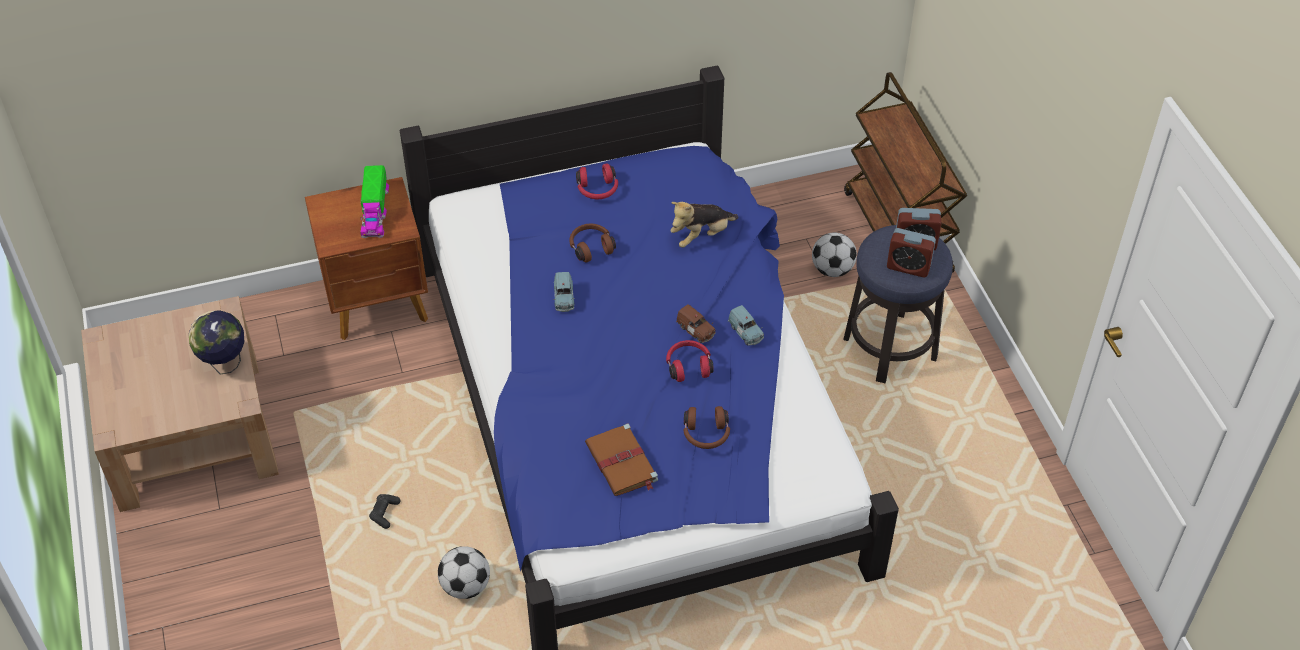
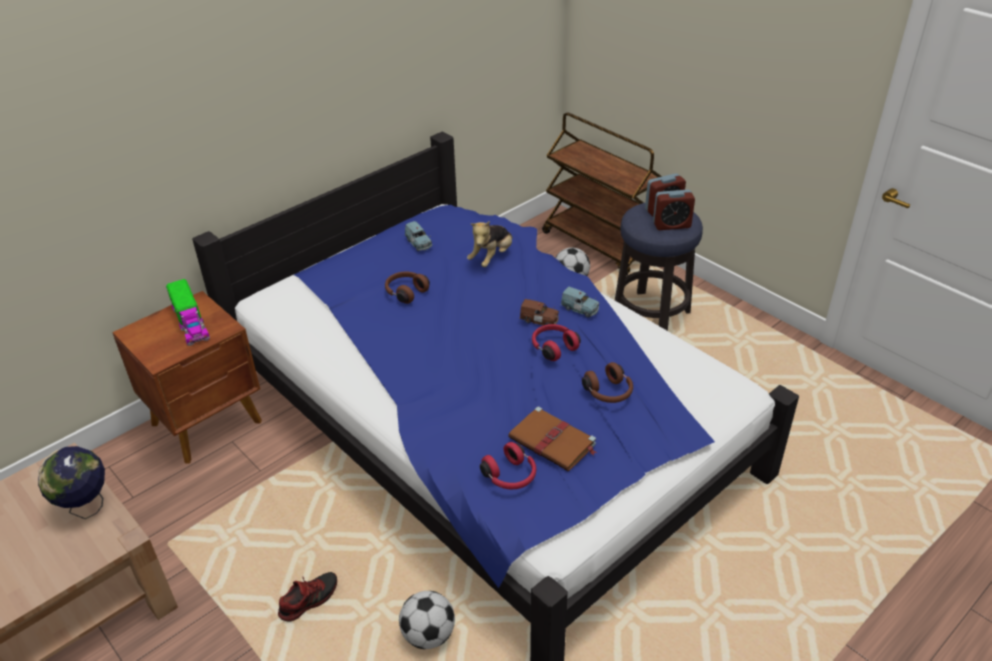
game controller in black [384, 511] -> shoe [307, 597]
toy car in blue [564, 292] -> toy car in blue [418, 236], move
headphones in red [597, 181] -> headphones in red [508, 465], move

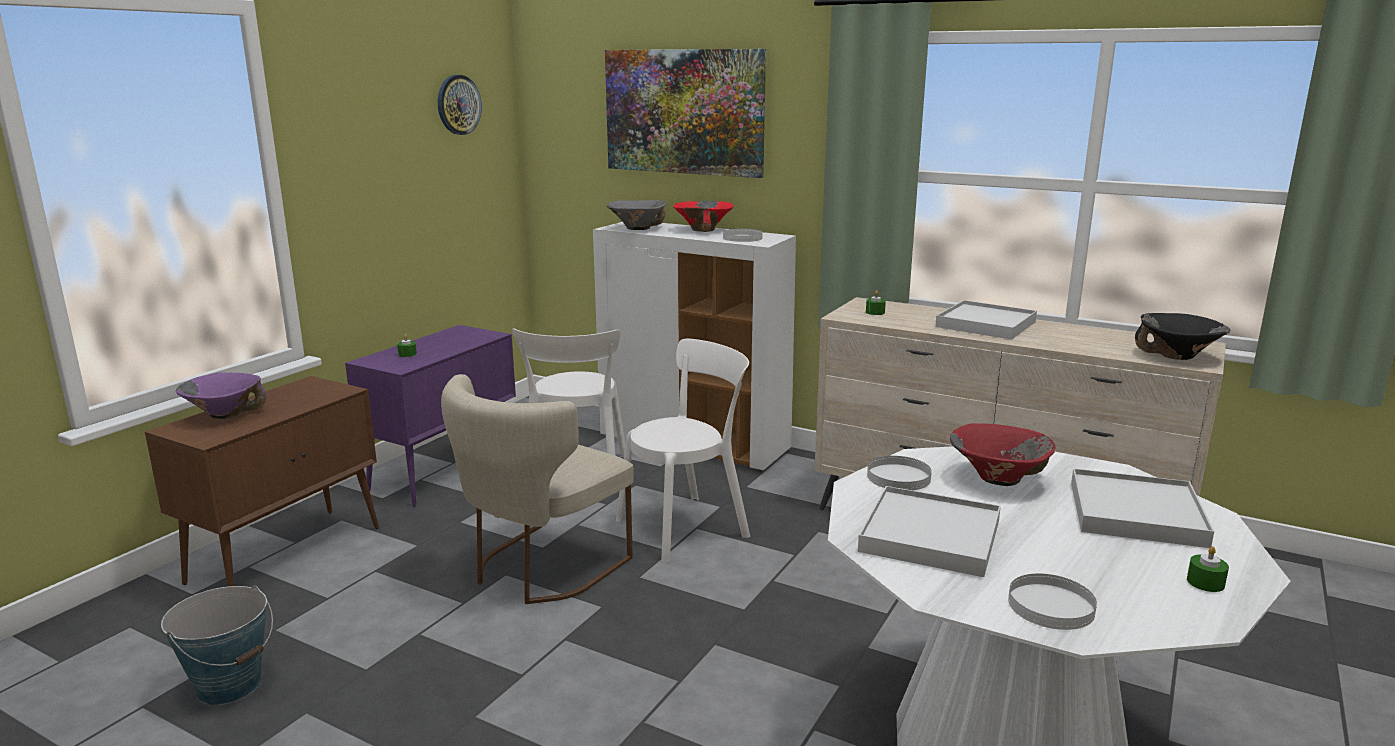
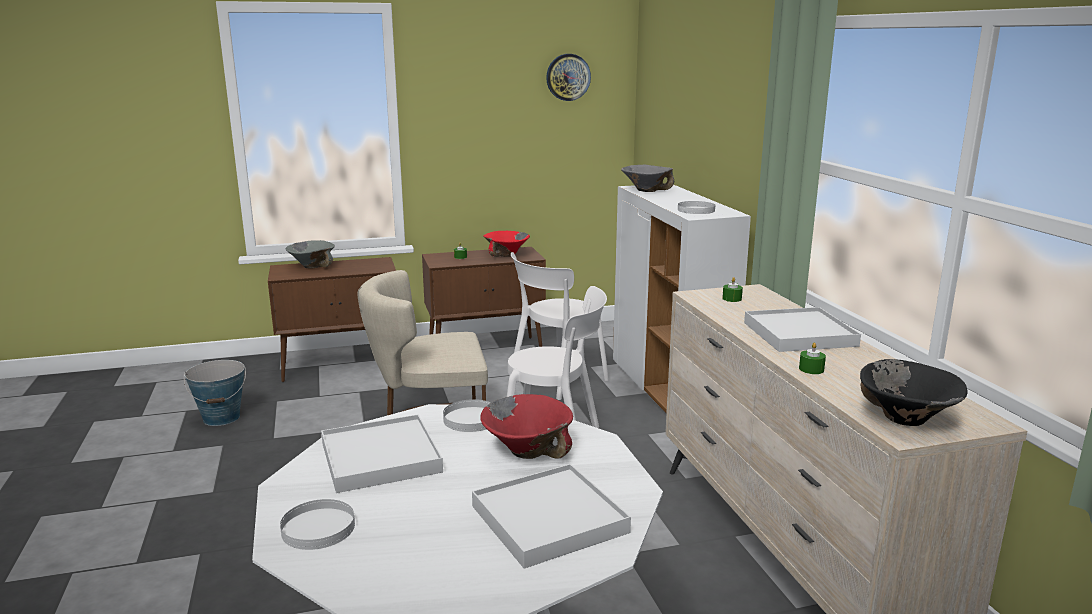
bowl in purple [221, 396] -> bowl in grey [310, 254]
cabinet in purple [430, 416] -> cabinet in brown [484, 297]
picture [685, 113] -> none
bowl in red [703, 216] -> bowl in red [506, 244], move
candle in green [1208, 569] -> candle in green [812, 358], move

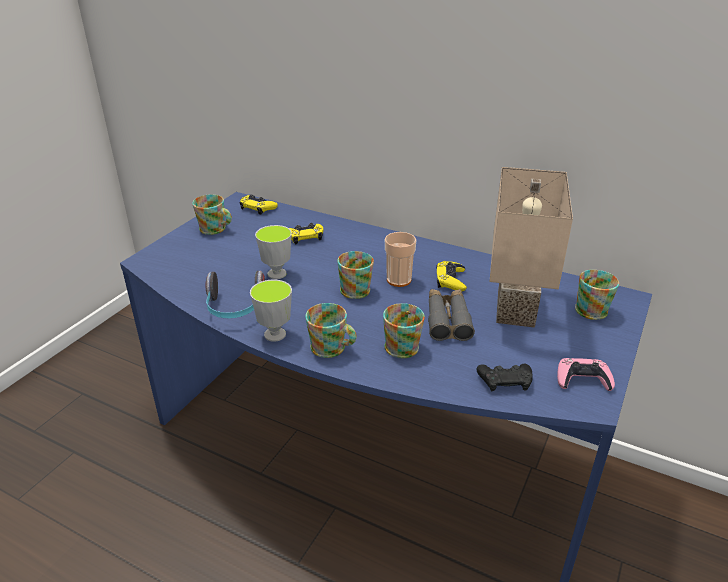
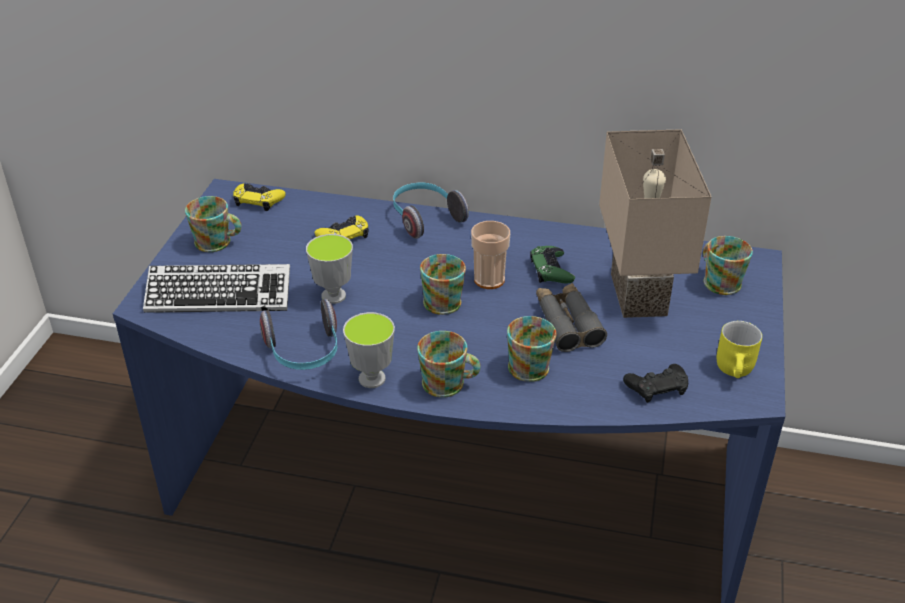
game controller in yellow [452, 276] -> game controller in green [552, 264]
game controller in pink [586, 374] -> mug in yellow [739, 349]
none -> keyboard [216, 288]
none -> headphones [431, 211]

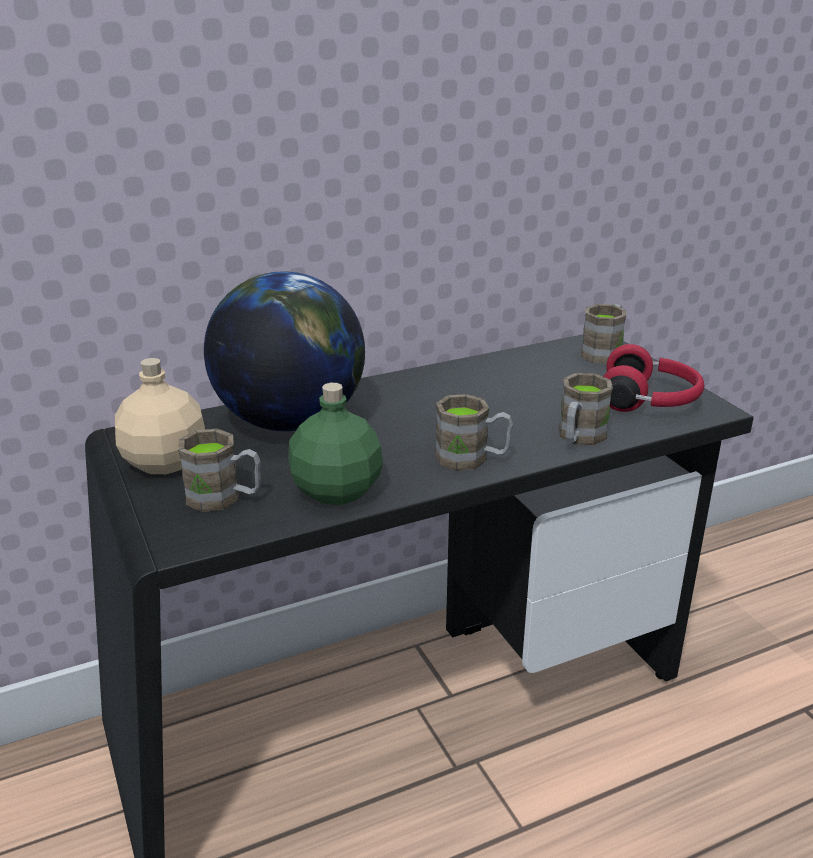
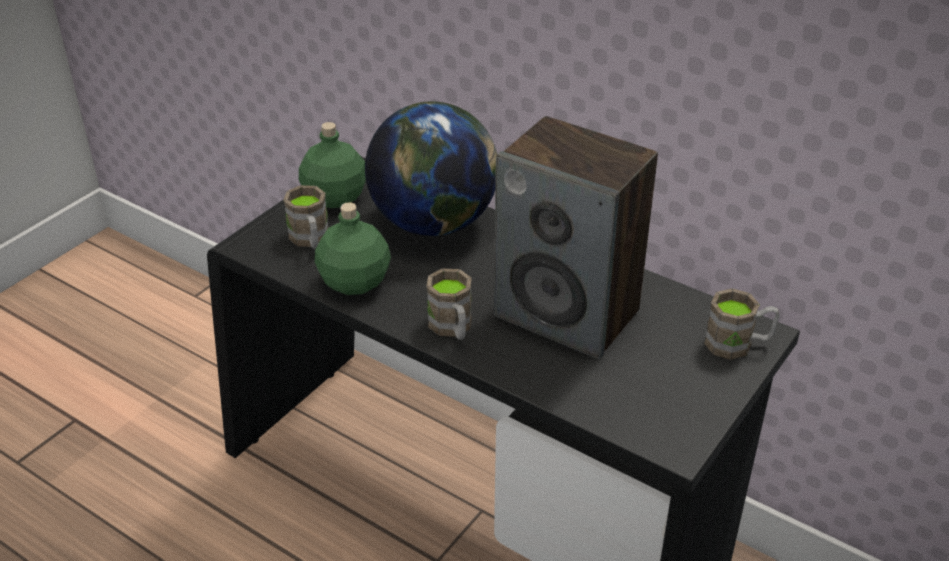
bottle in beige [160, 416] -> bottle in green [332, 165]
mug in brown [586, 409] -> none
headphones in red [653, 378] -> none
none -> speaker [576, 237]

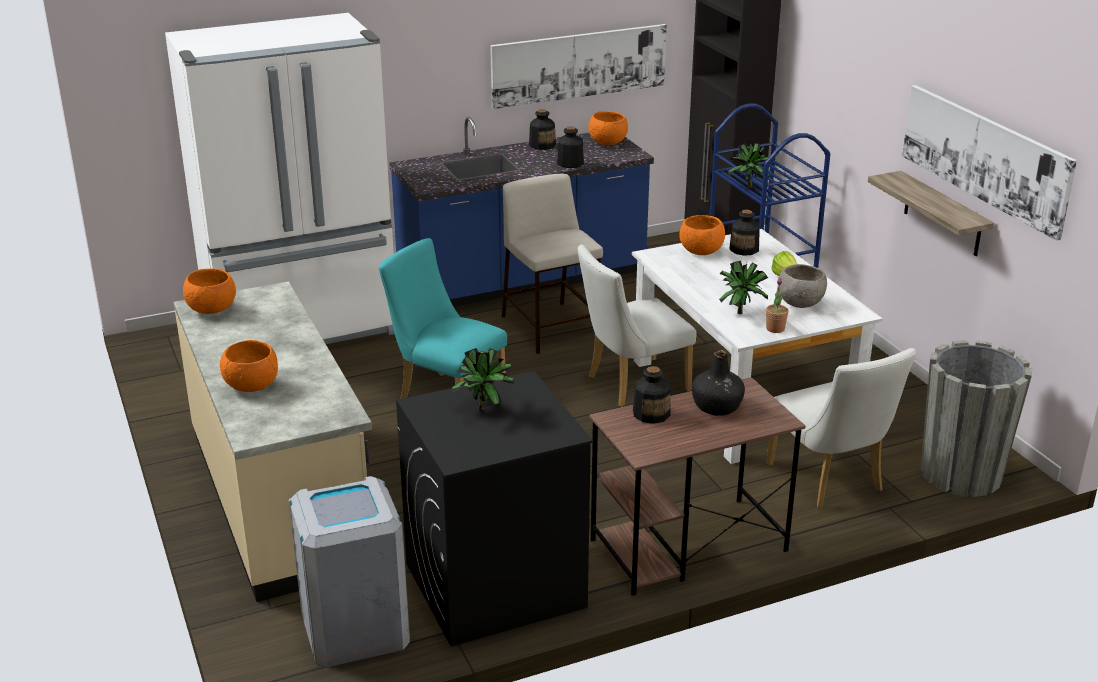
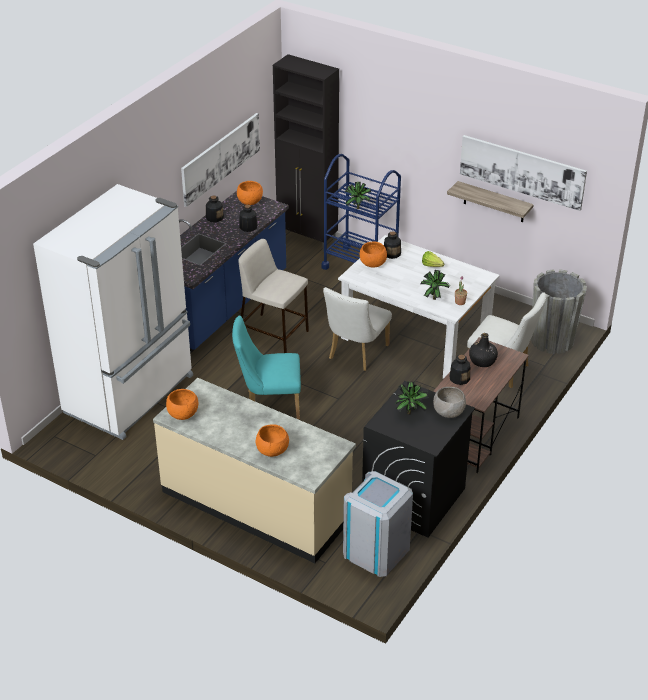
bowl in grey [802, 286] -> bowl in grey [449, 402], move

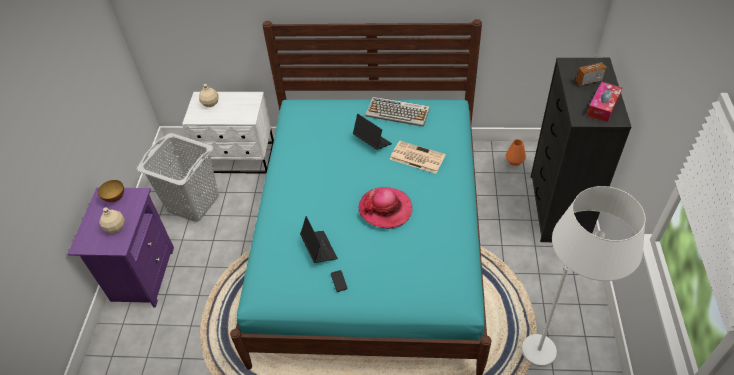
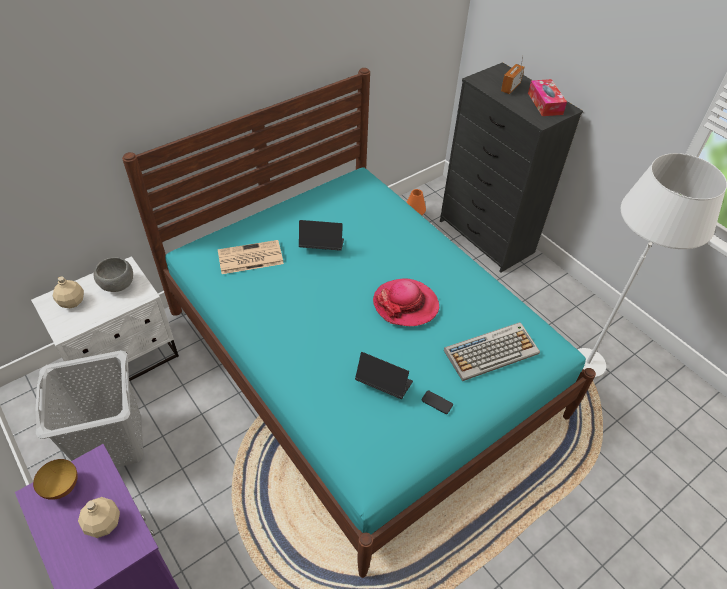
keyboard [397, 112] -> keyboard [492, 351], move
newspaper [418, 157] -> newspaper [251, 257], move
none -> bowl in grey [113, 274]

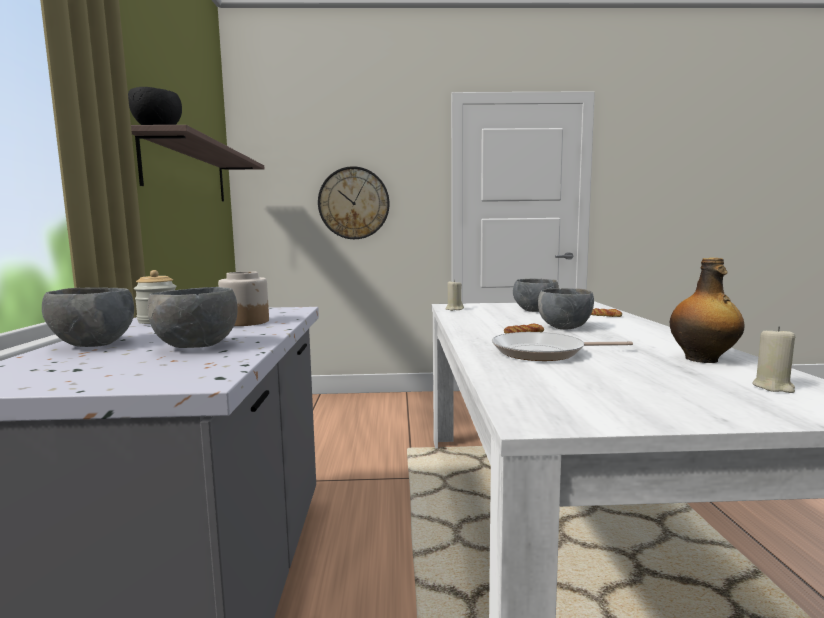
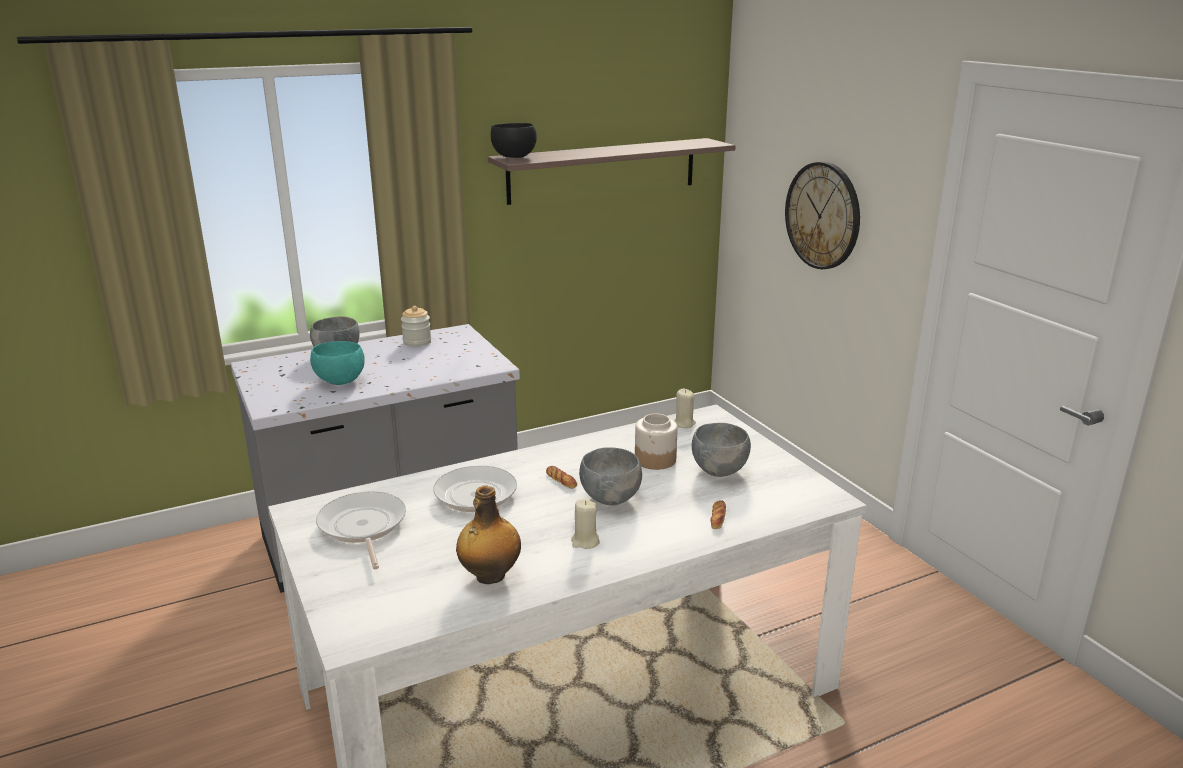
bowl in grey [192, 317] -> bowl in turquoise [337, 363]
jar [243, 298] -> jar [656, 442], move
candle in beige [773, 359] -> candle in beige [585, 524], move
none -> frying pan [361, 530]

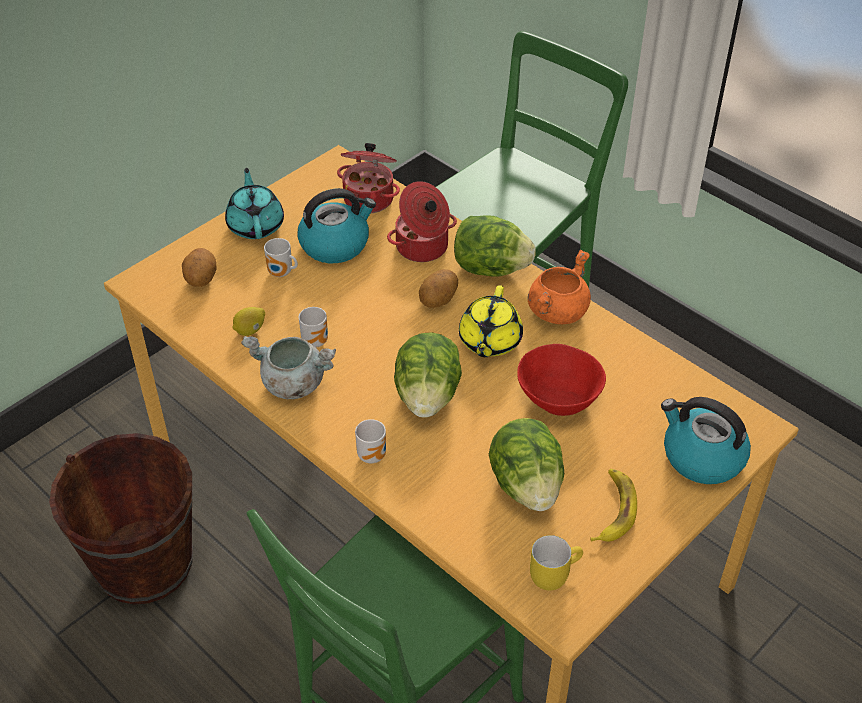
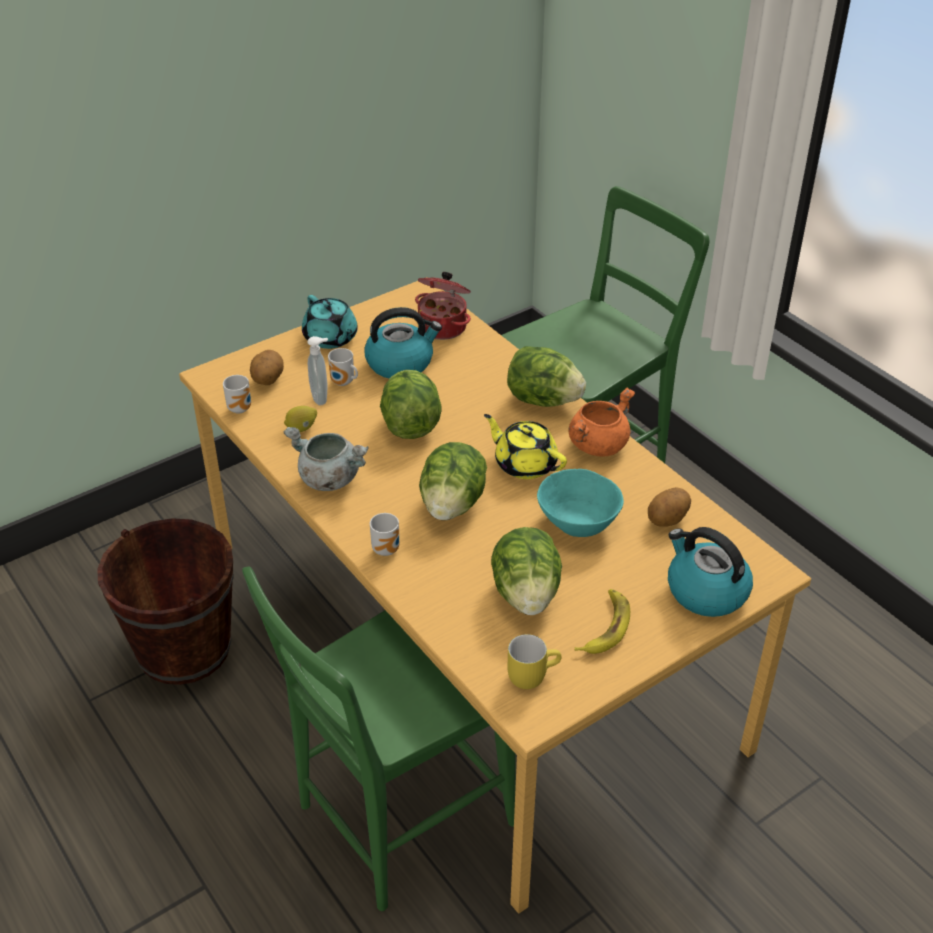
teapot in turquoise [254, 203] -> teapot in turquoise [330, 322], 150 degrees clockwise
mug [313, 327] -> mug [237, 394], move
cooking pot [422, 221] -> none
potato [438, 288] -> potato [669, 507], move
teapot in yellow [491, 321] -> teapot in yellow [525, 446], 105 degrees clockwise
bowl in red [561, 380] -> bowl in turquoise [580, 503]
none -> soap dispenser [318, 370]
none -> lettuce [411, 404]

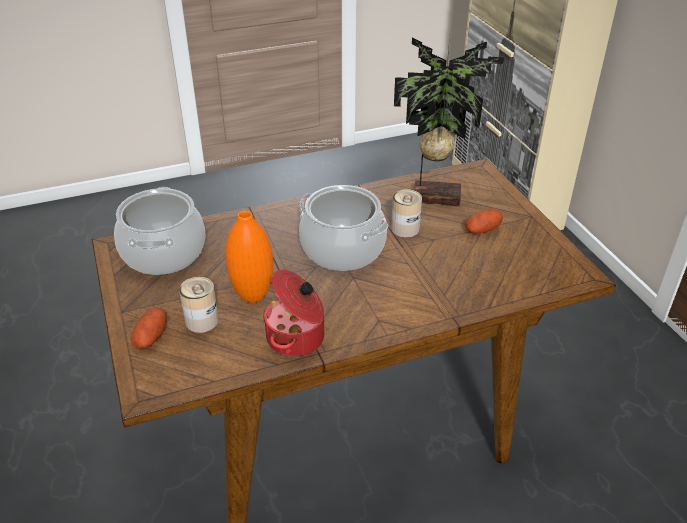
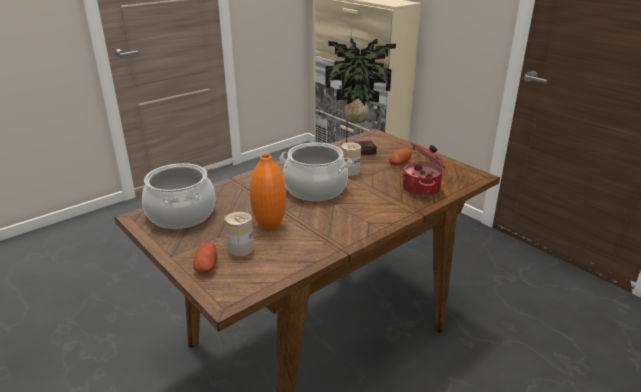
cooking pot [293, 313] -> cooking pot [423, 169], move

